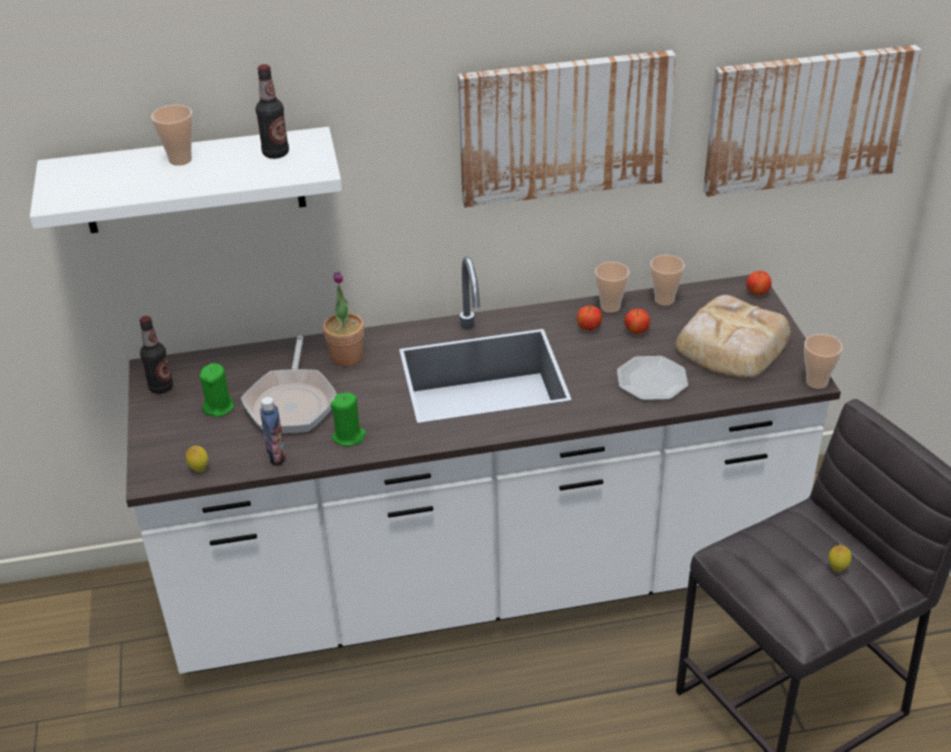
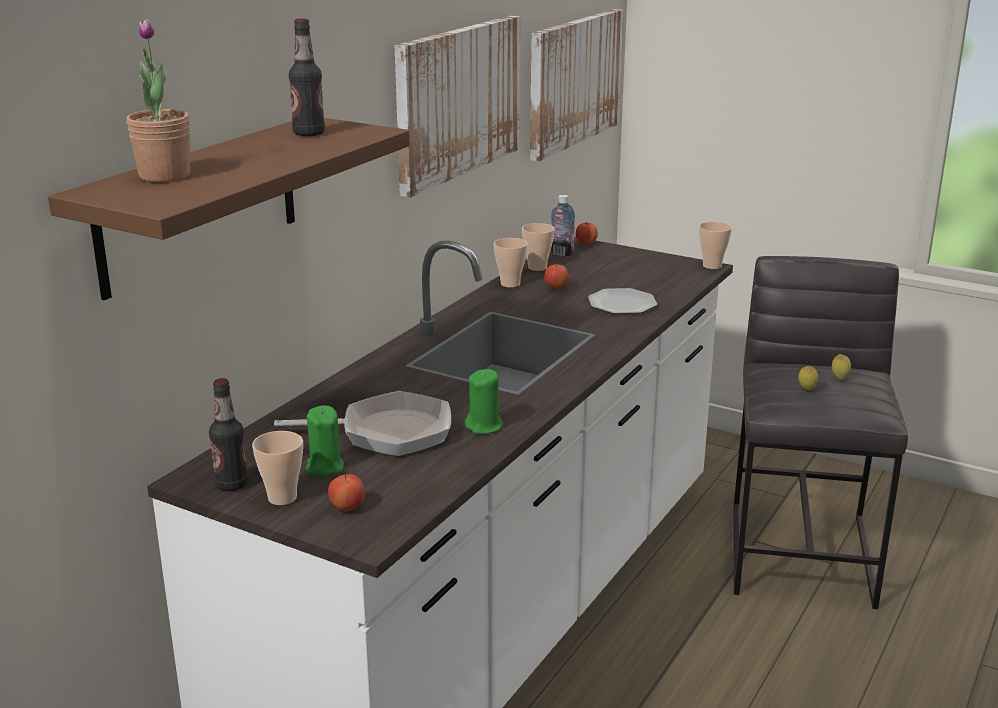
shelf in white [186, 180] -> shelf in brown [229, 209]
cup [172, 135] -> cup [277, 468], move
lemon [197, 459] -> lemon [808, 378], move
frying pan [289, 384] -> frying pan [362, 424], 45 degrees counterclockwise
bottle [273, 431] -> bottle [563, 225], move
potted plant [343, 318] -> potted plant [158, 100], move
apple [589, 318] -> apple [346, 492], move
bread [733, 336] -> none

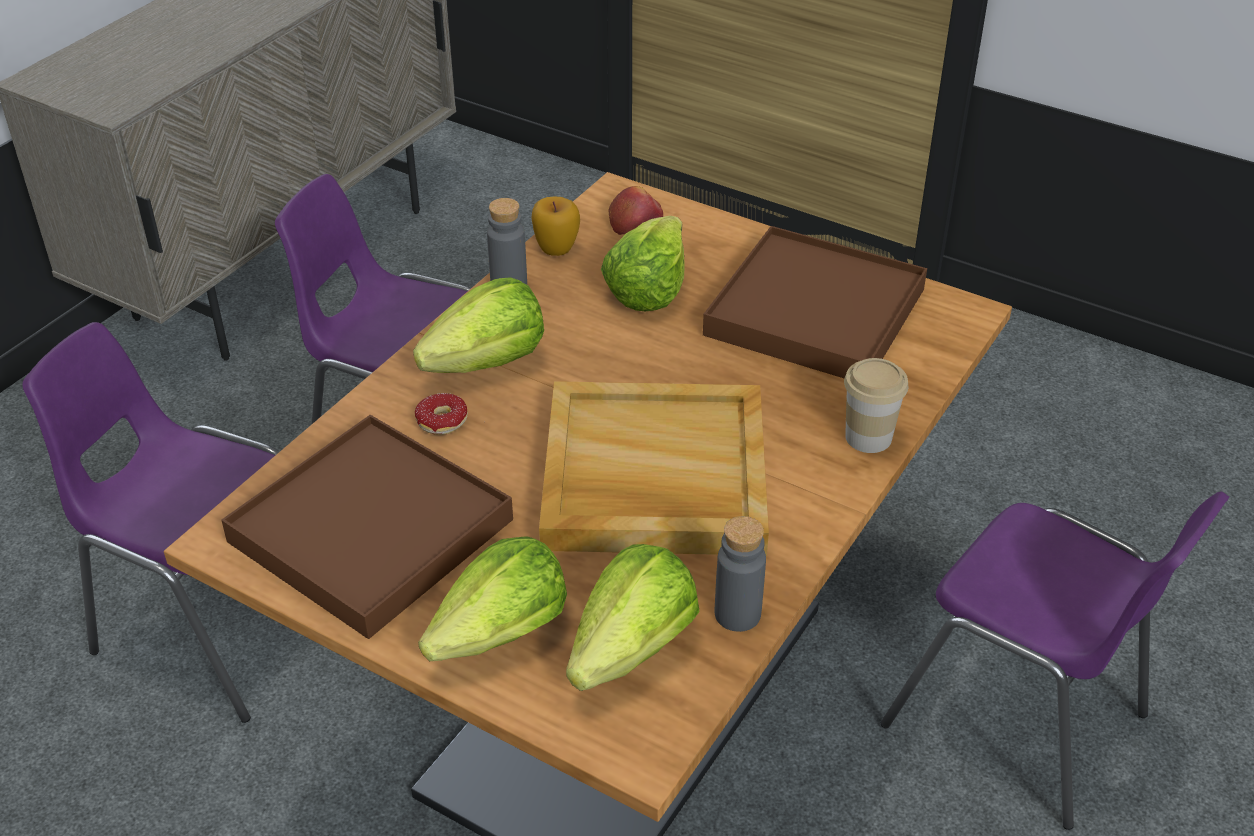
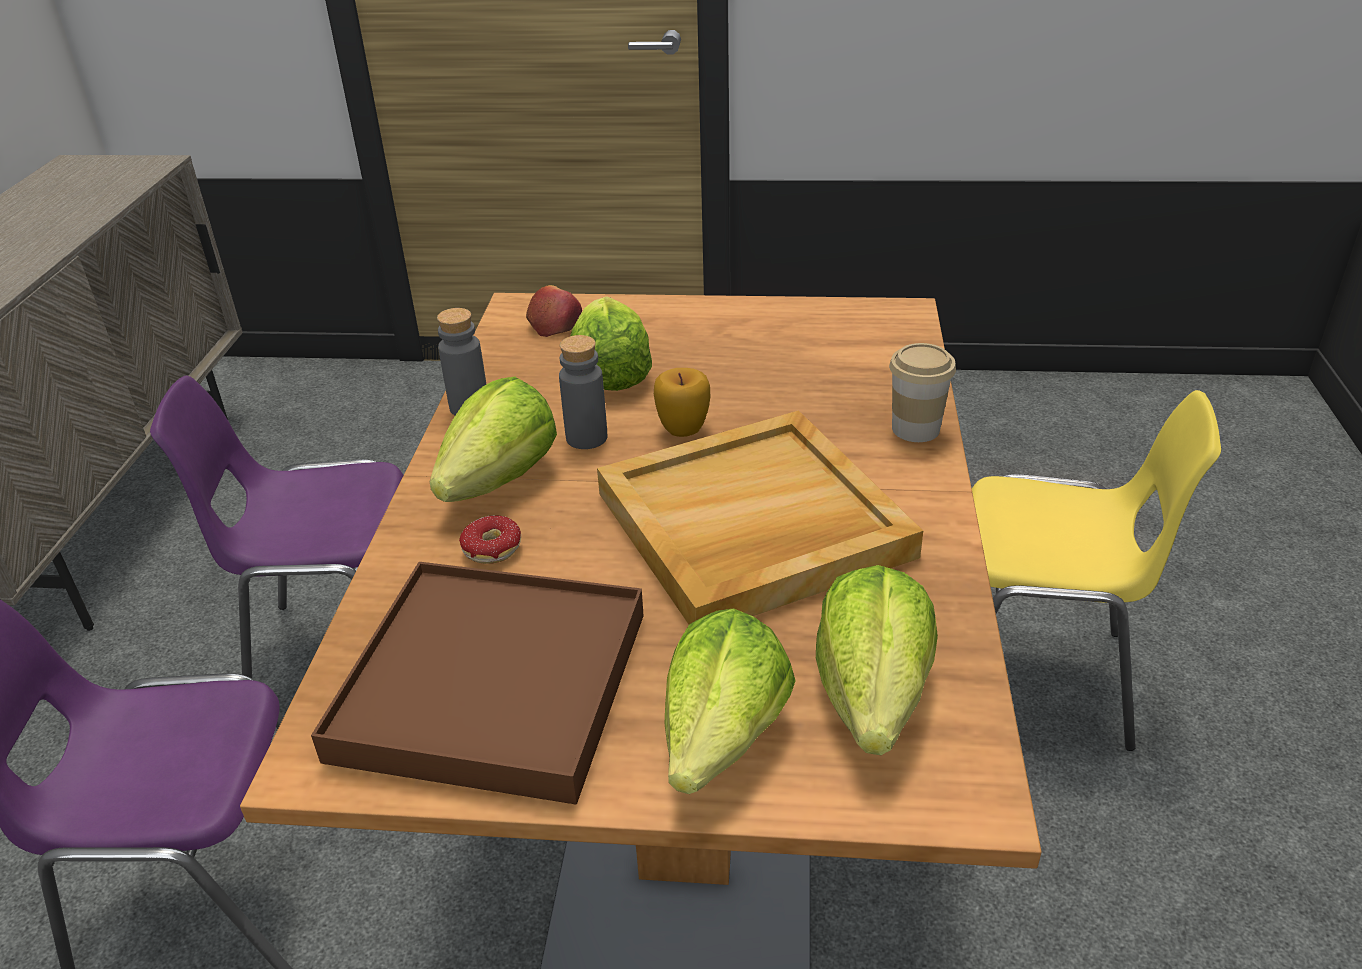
apple [555, 226] -> apple [682, 402], move
tray in brown [815, 302] -> none
bottle in grey [740, 574] -> bottle in grey [583, 392], move
chair in purple [1055, 661] -> chair in yellow [1096, 570]

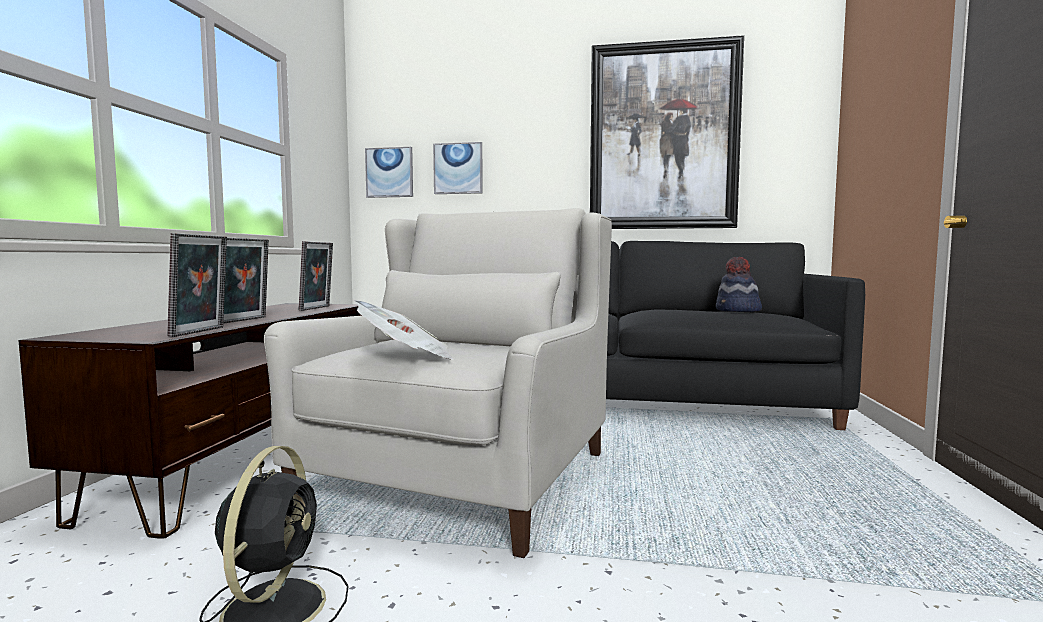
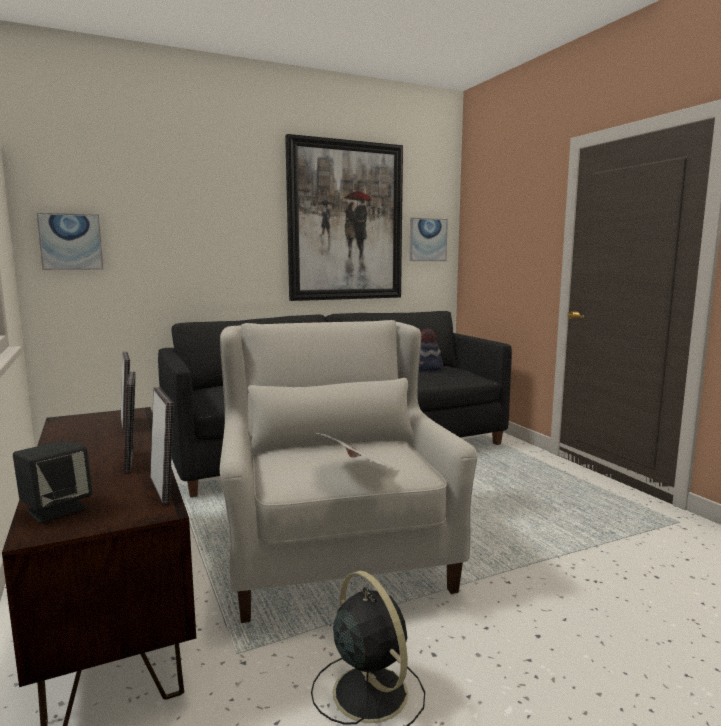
picture [458, 168] -> picture [428, 239], move
none -> speaker in black [53, 482]

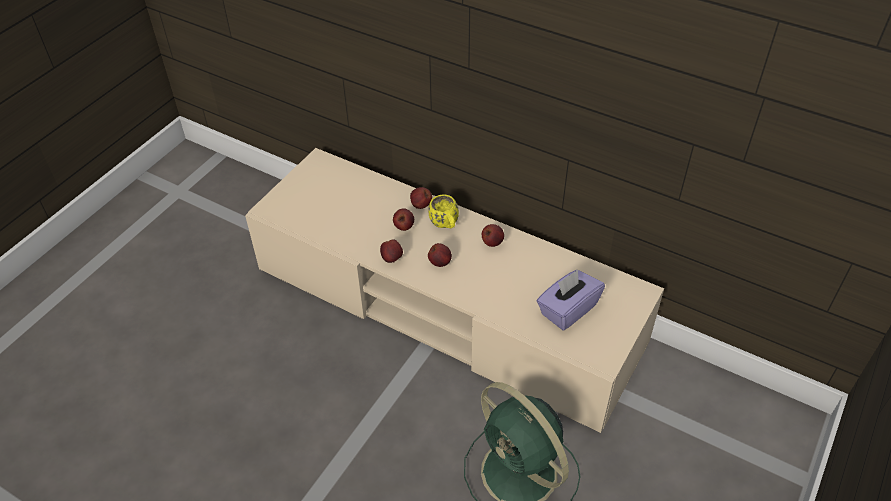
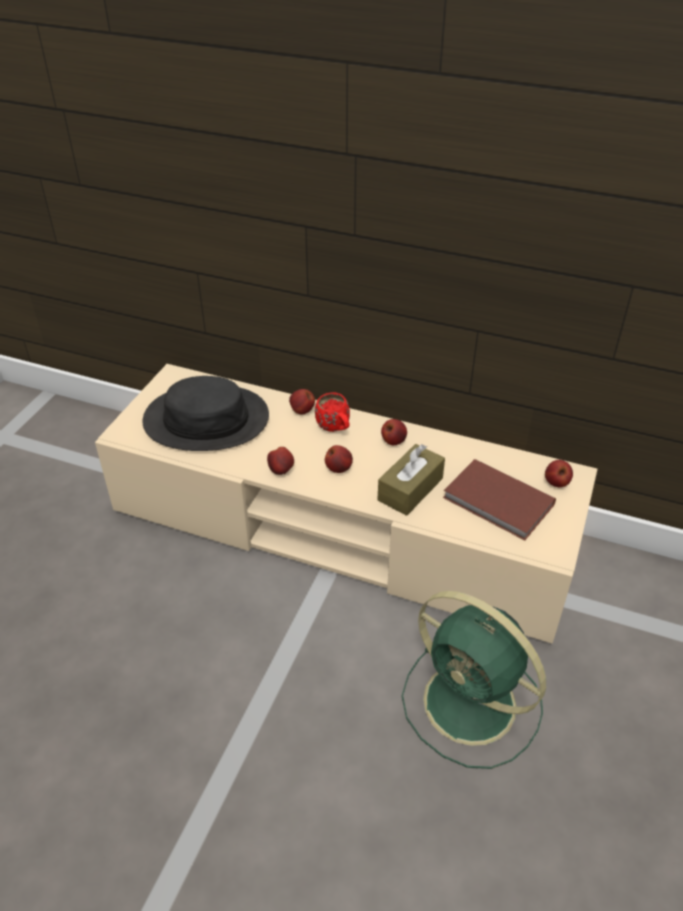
apple [403, 219] -> apple [559, 473], move
mug in yellow [443, 211] -> mug in red [332, 412]
tissue box in purple [571, 299] -> book in brown [499, 499]
none -> hat in black [206, 413]
none -> tissue box in brown [411, 480]

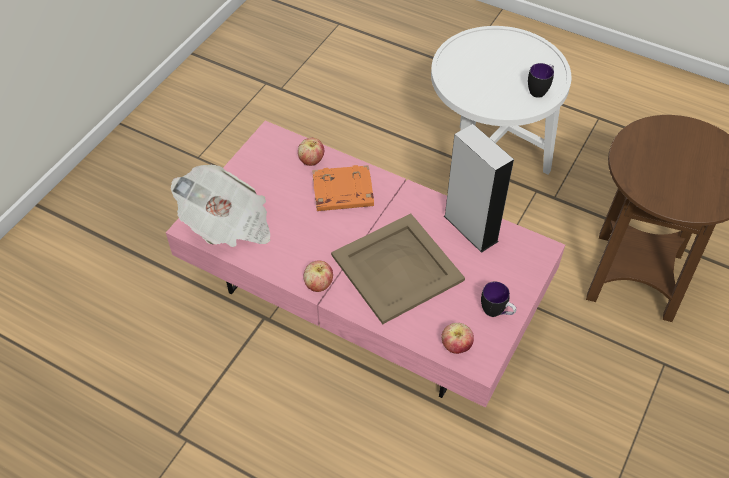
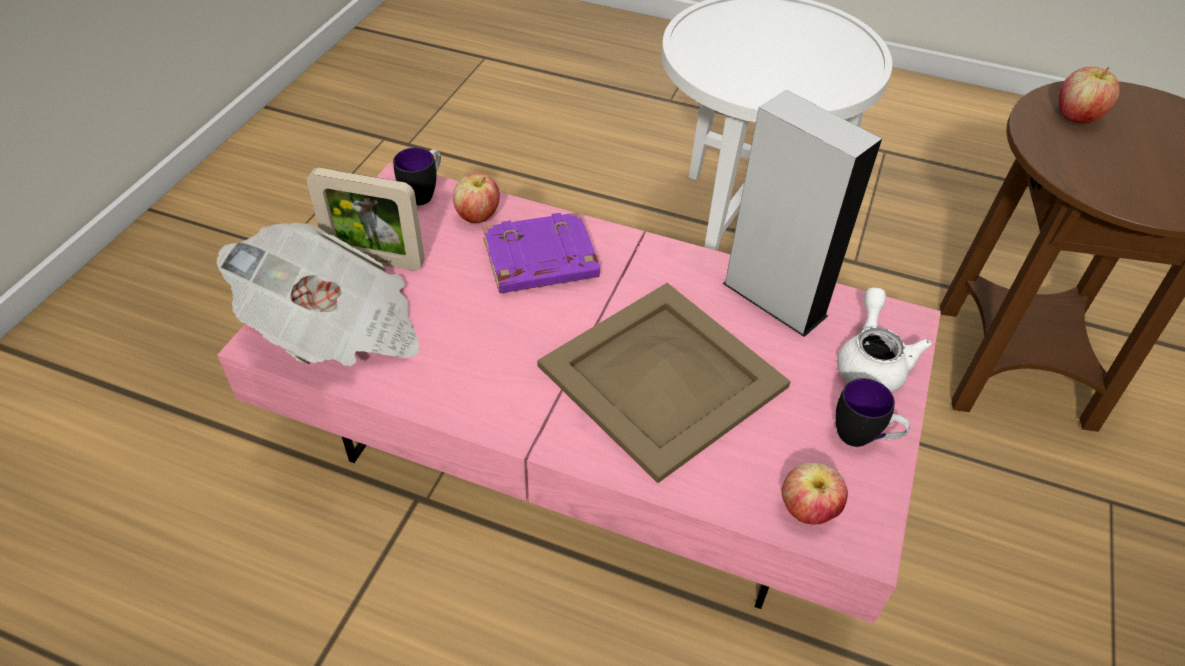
apple [318, 276] -> apple [1089, 95], move
book in orange [343, 188] -> book in purple [541, 252]
mug [541, 80] -> mug [417, 176], move
none -> picture frame [366, 219]
none -> teapot in white [884, 340]

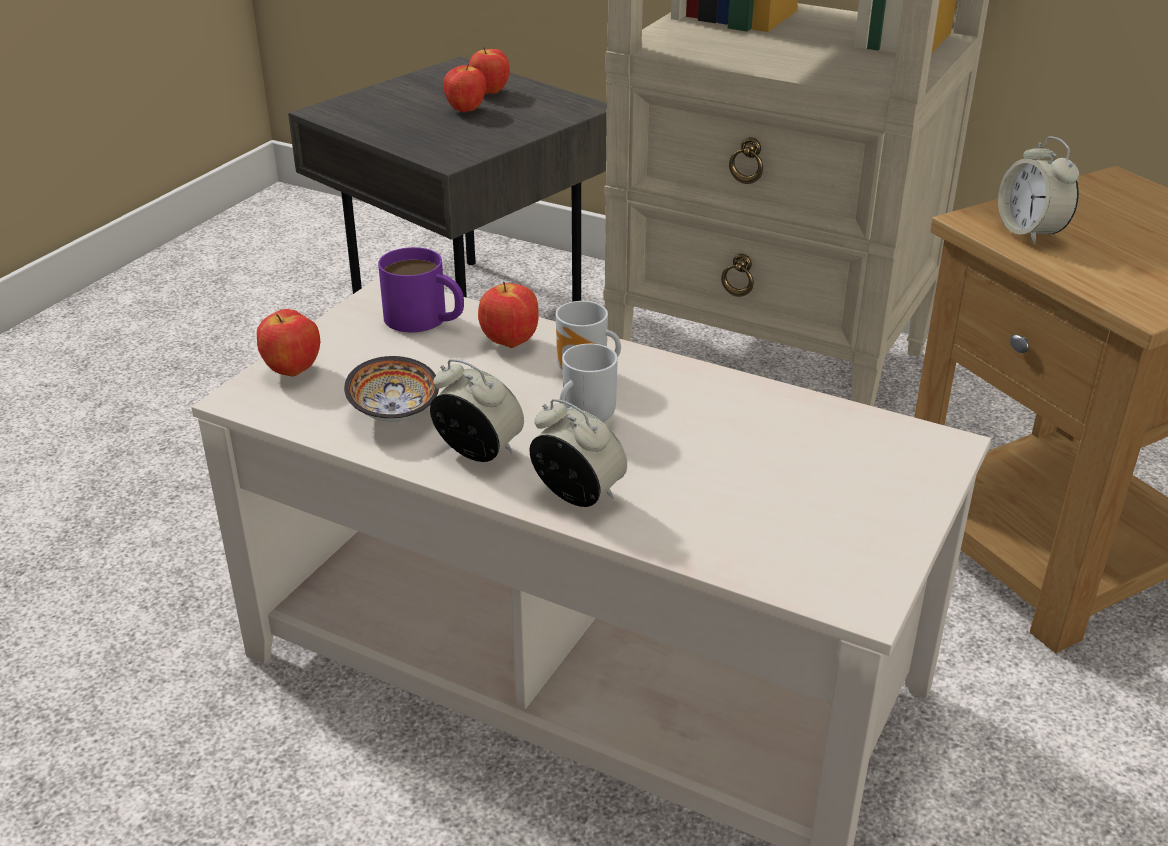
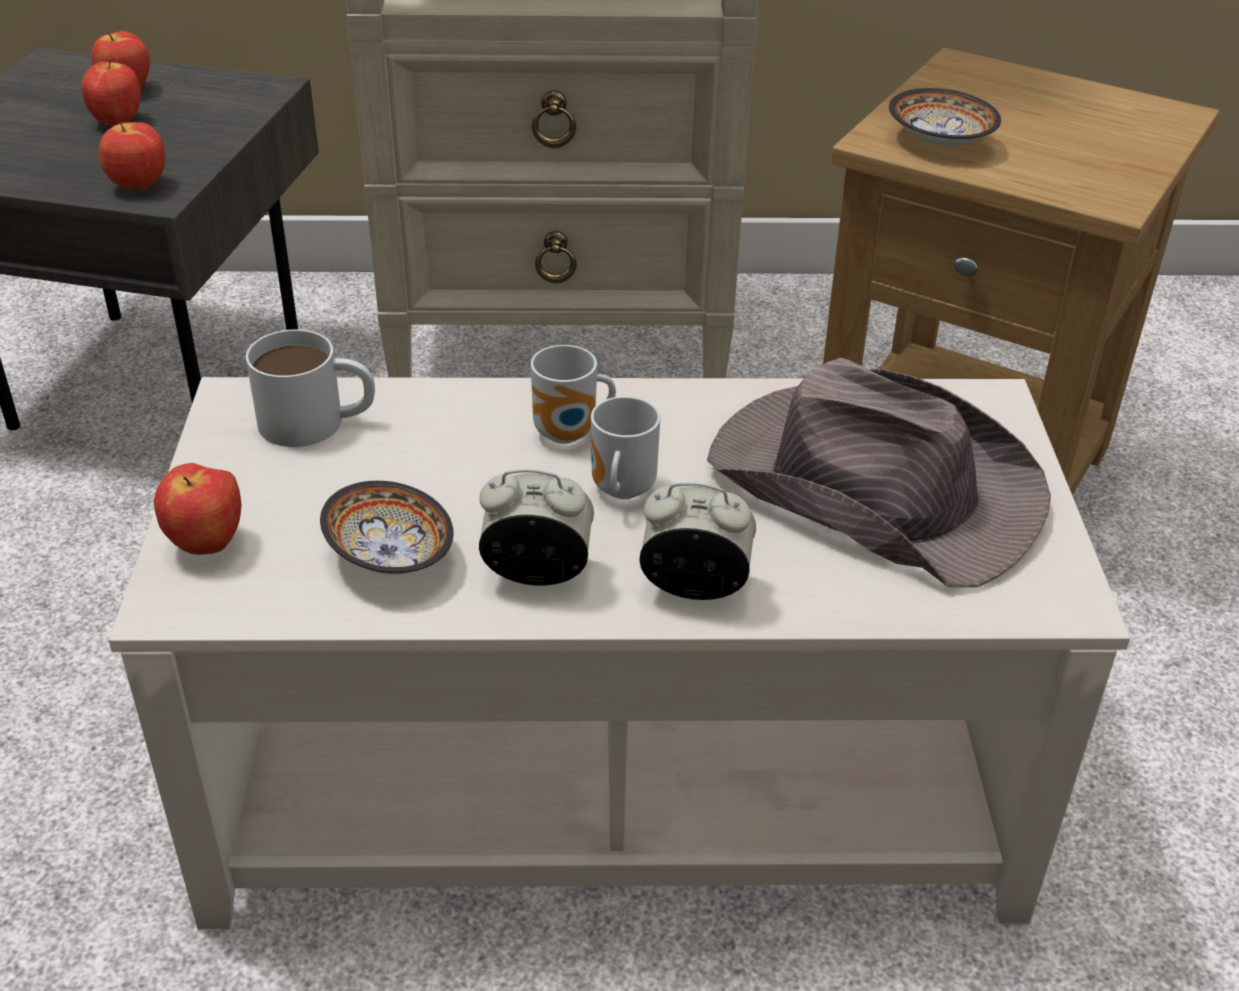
mug in purple [421, 289] -> mug in white [310, 388]
apple [508, 315] -> apple [132, 155], move
alarm clock [1038, 190] -> bowl [945, 117]
none -> hat in brown [879, 472]

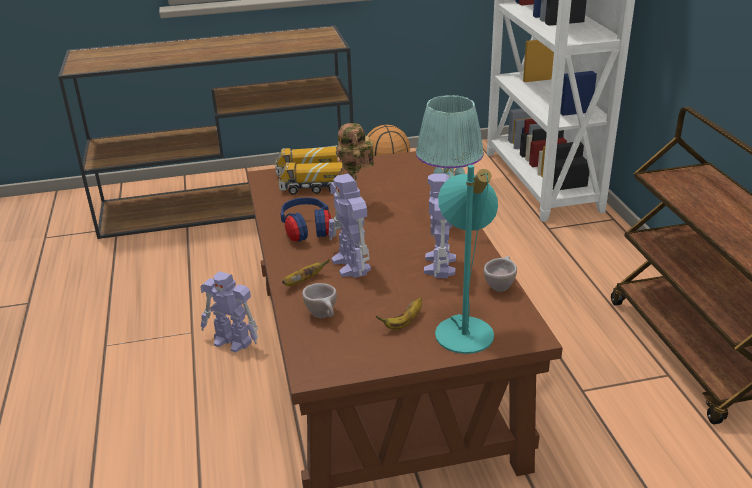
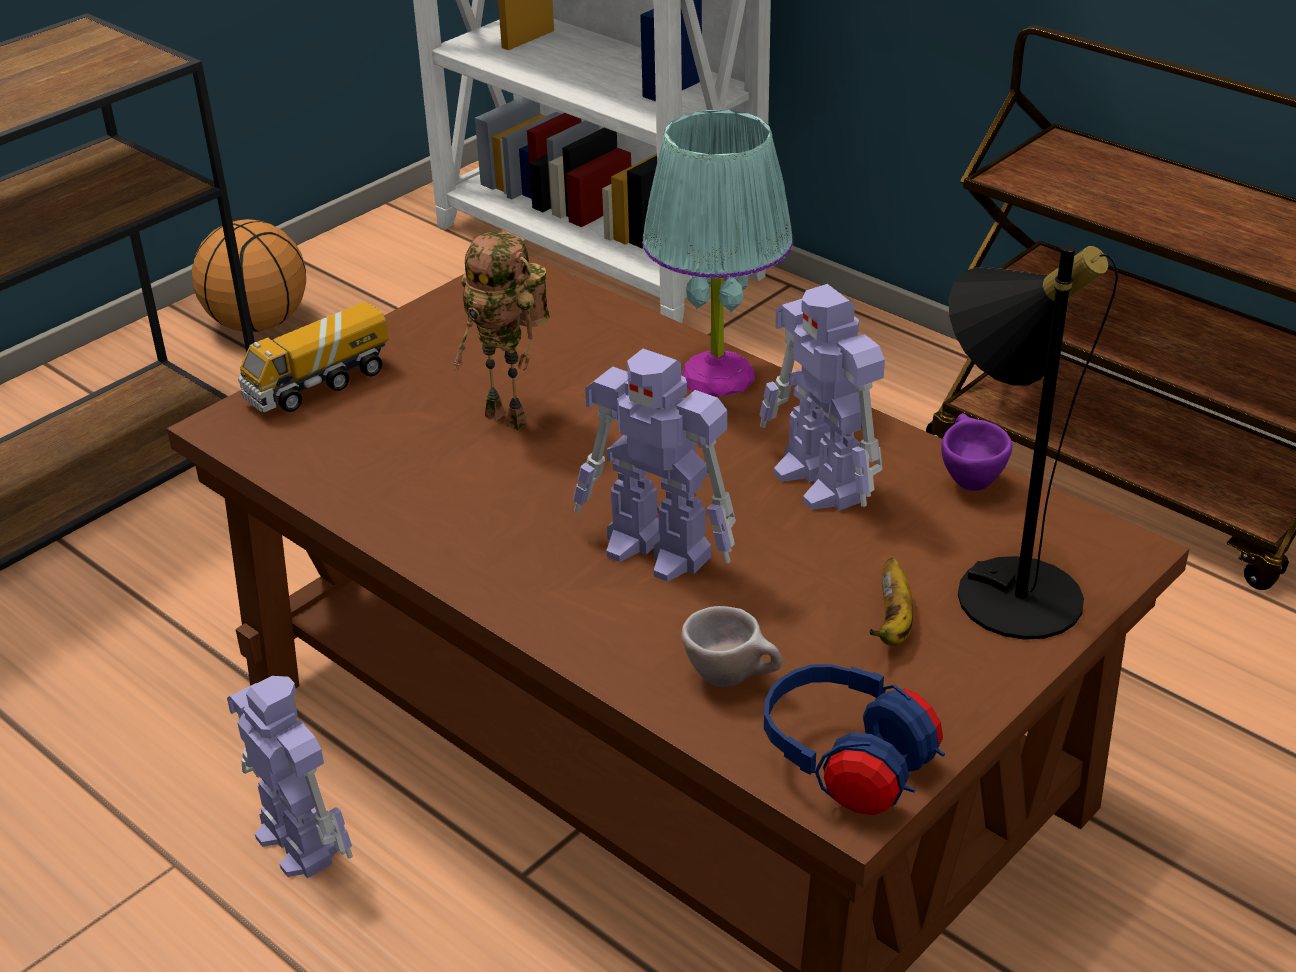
toy robot [229, 312] -> toy robot [290, 777], 120 degrees counterclockwise
toy truck [311, 178] -> none
headphones in blue [305, 219] -> headphones in blue [854, 739], move
banana [306, 272] -> none
table lamp in turquoise [466, 259] -> table lamp in black [1033, 442]
cup in beige [500, 274] -> cup in purple [976, 452]

